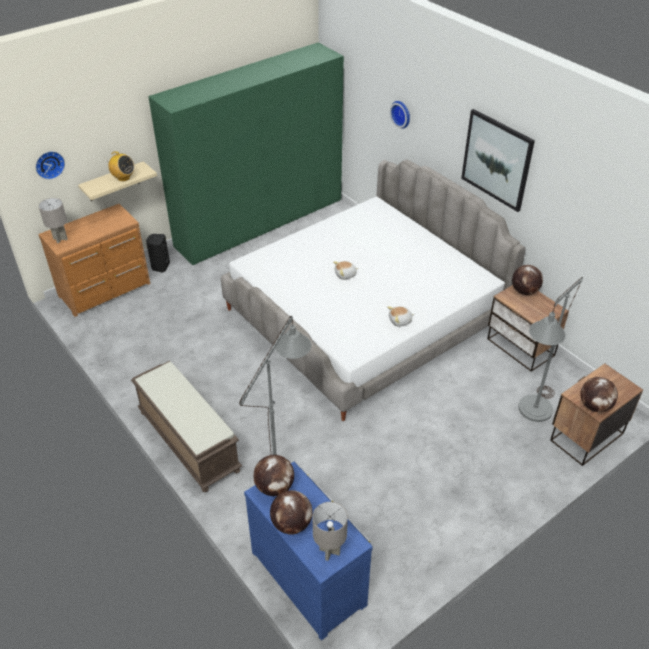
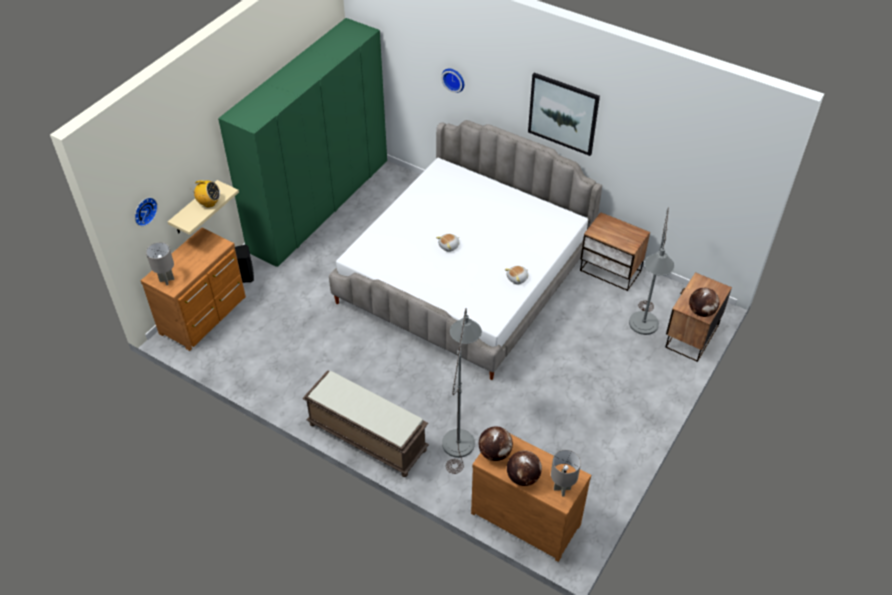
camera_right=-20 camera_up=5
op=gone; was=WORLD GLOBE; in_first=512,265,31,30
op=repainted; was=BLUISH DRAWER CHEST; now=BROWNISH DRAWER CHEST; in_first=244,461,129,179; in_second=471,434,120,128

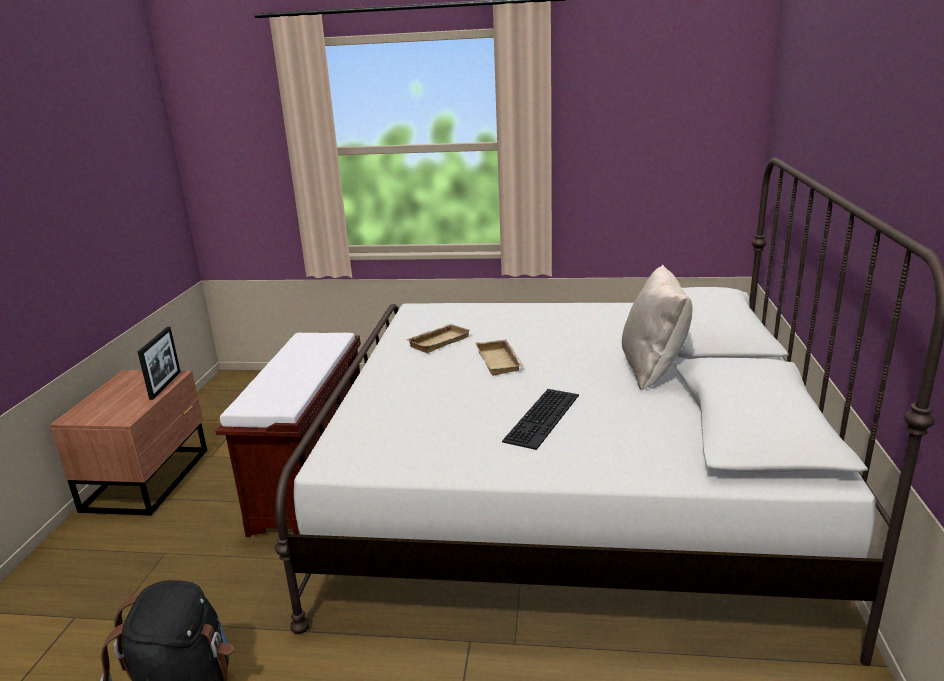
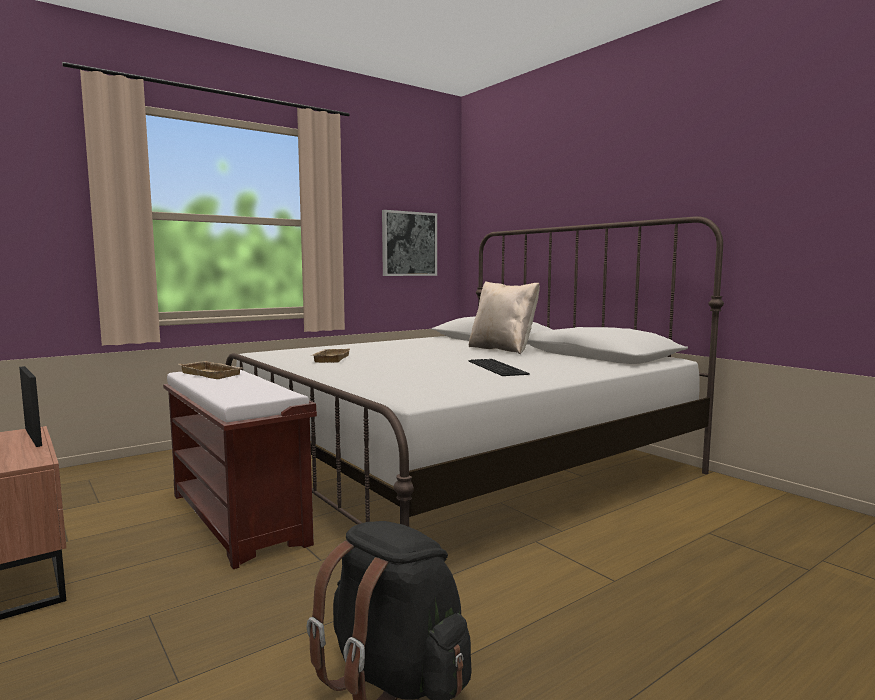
camera_right=-45 camera_up=-15
op=shifted; was=BEIGE TRAY; in_first=475,339,49,37; in_second=179,361,63,18
op=new; now=WALL ART; in_second=382,210,55,66

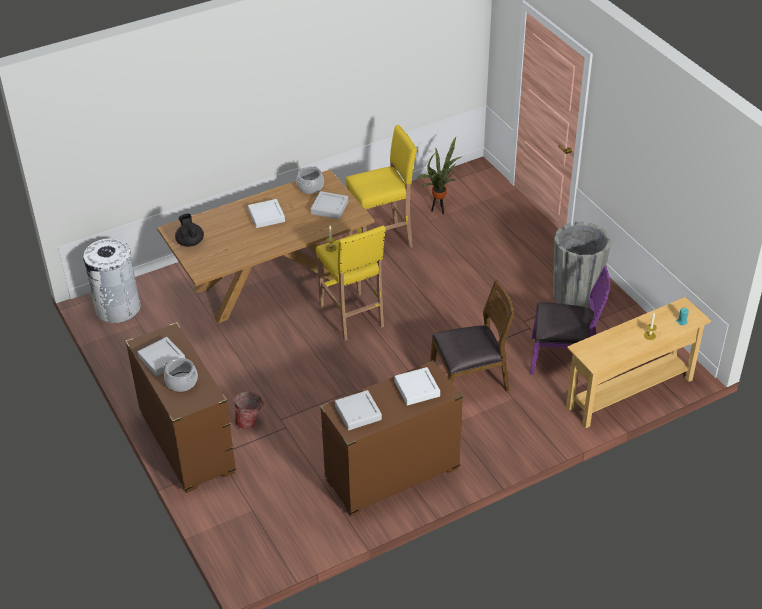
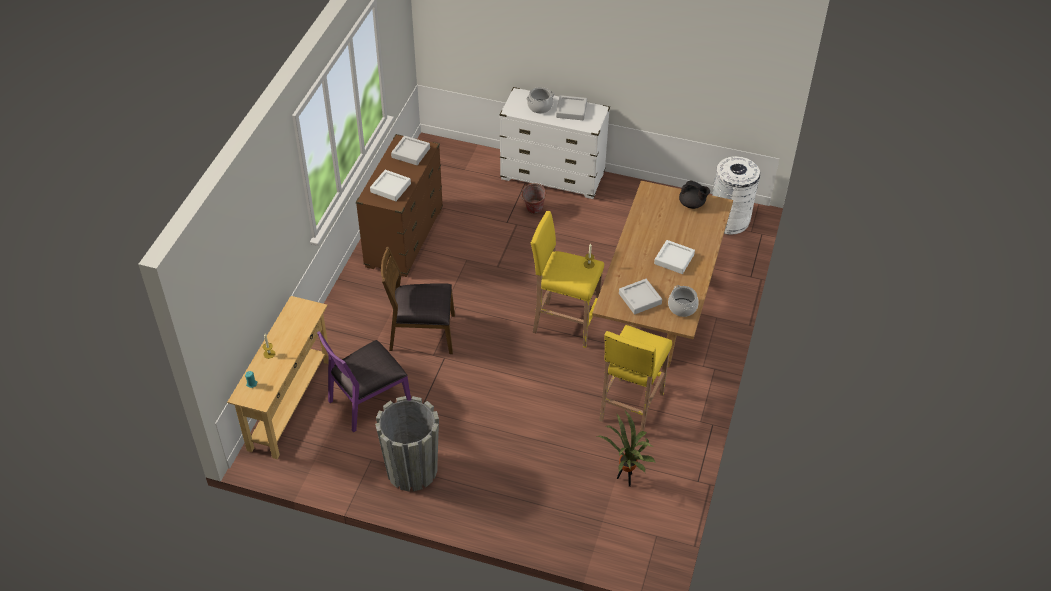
camera_right=135 camera_up=5
op=rotated; was=BROWNISH CHAIR; in_first=430,281,85,110; in_second=381,247,74,107; clockwise=60
op=repainted; was=BROWNISH DRAWER CHEST; now=WHITISH DRAWER CHEST; in_first=125,322,111,171; in_second=500,87,110,112

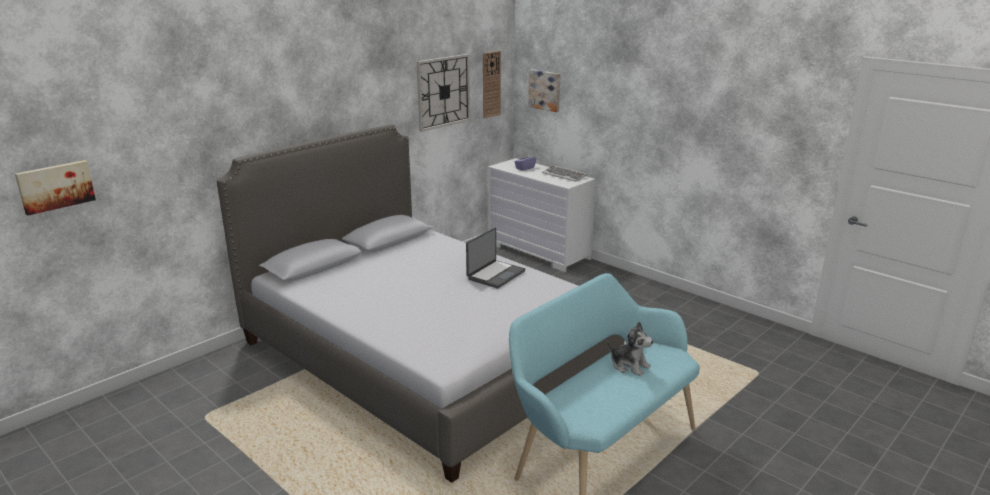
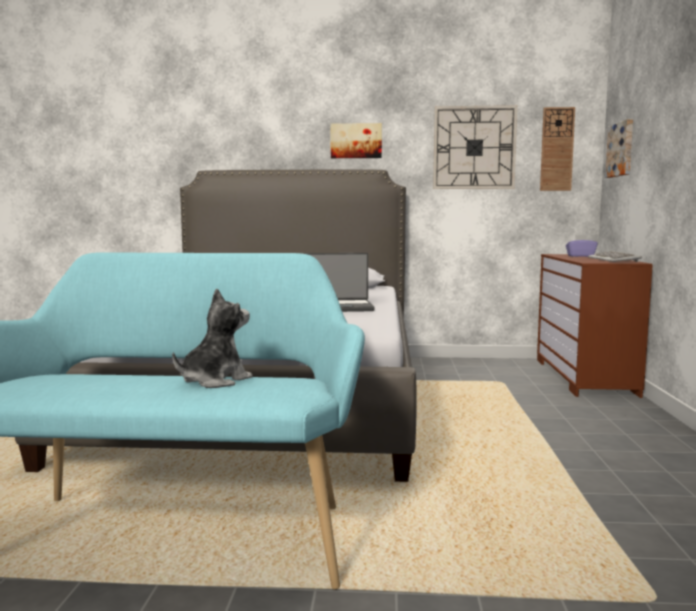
camera_right=50 camera_up=-15
op=repainted; was=WHITISH DRAWER CHEST; now=BROWNISH DRAWER CHEST; in_first=488,158,108,114; in_second=537,254,116,144
op=shifted; was=WALL ART; in_first=15,160,81,56; in_second=331,123,51,35
op=rotated; was=CUDDLY TOY; in_first=607,321,46,55; in_second=172,288,81,100; clockwise=-135

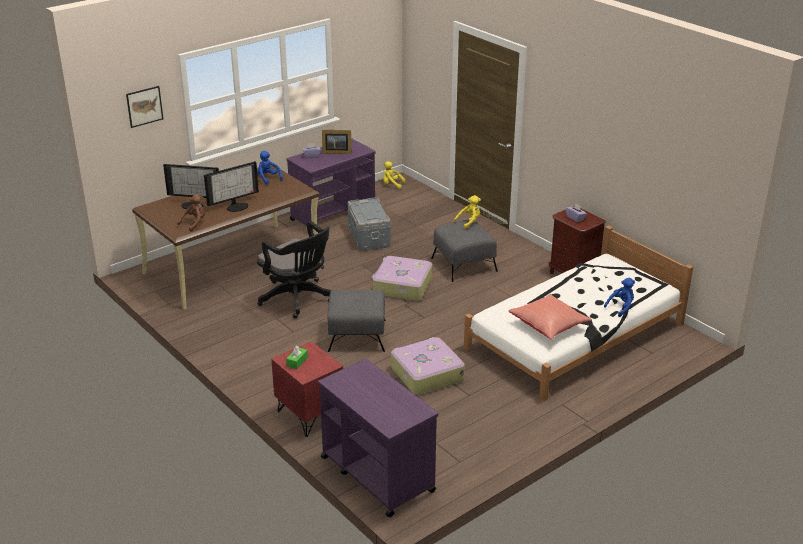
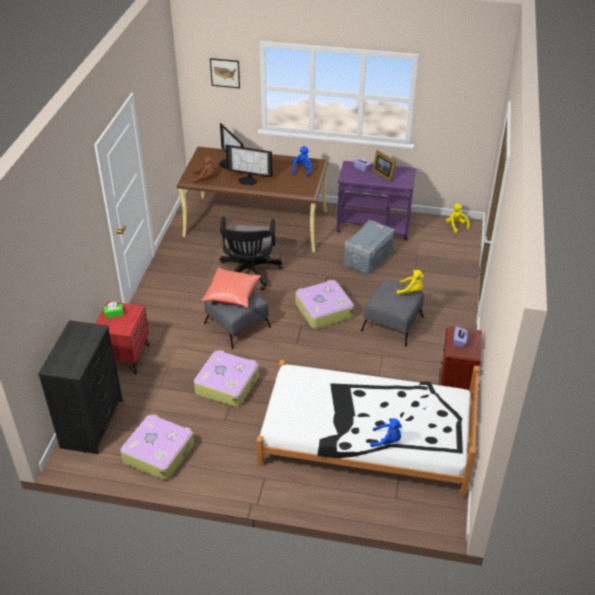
camera_right=50 camera_up=10
op=shifted; was=RED CUSHION; in_first=509,294,83,46; in_second=202,267,59,41
op=swapped; was=PURPLE CART; now=BLACK-COLOURED DRAWER CHEST; in_first=318,359,120,158; in_second=38,320,85,134
op=new; now=SUITCASE; in_second=120,414,74,66

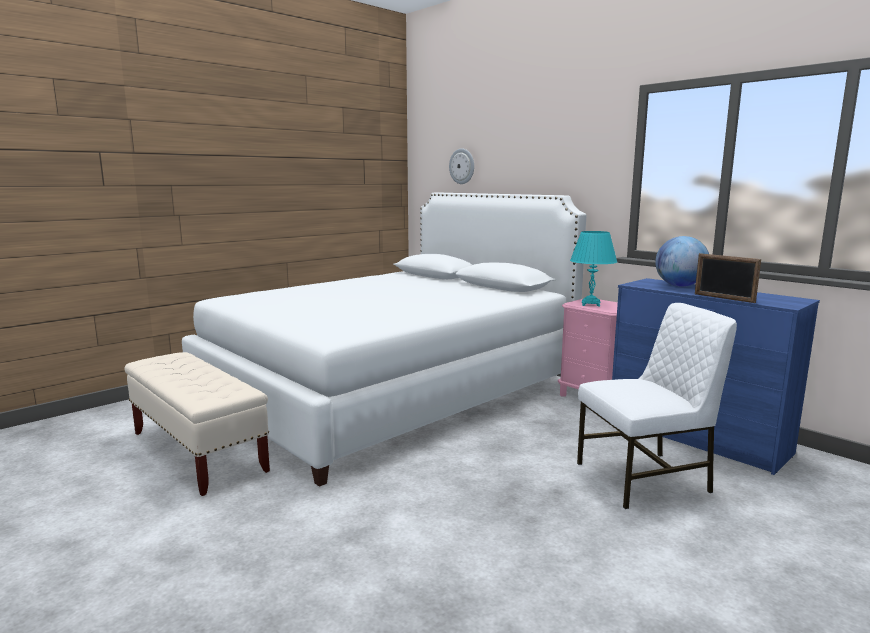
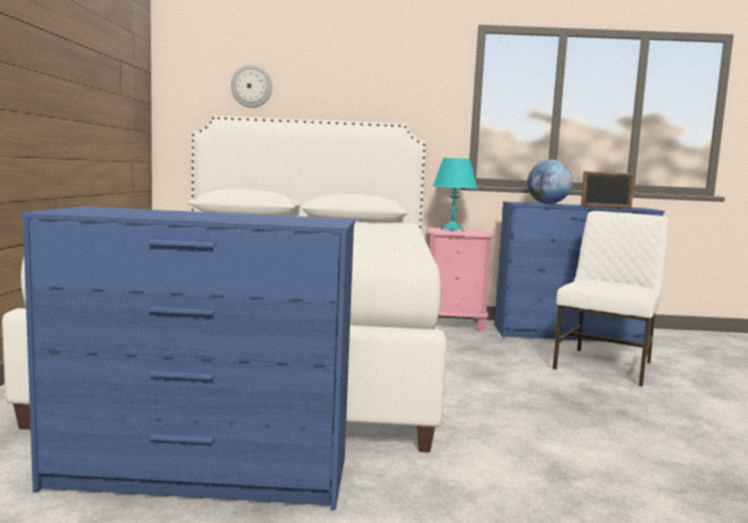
camera_right=-45 camera_up=-5
op=swapped; was=BEIGE BENCH; now=BLUISH DRAWER CHEST; in_first=125,352,145,144; in_second=21,206,334,304

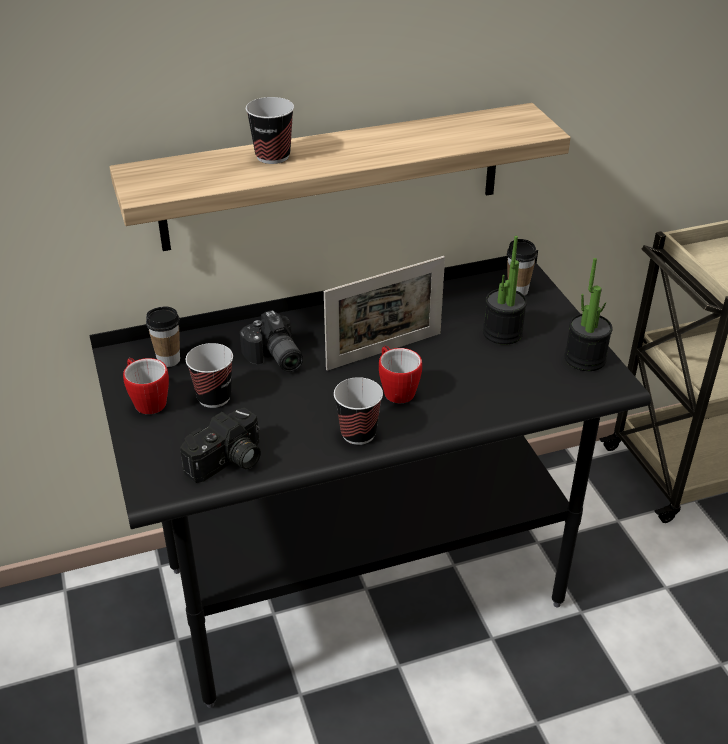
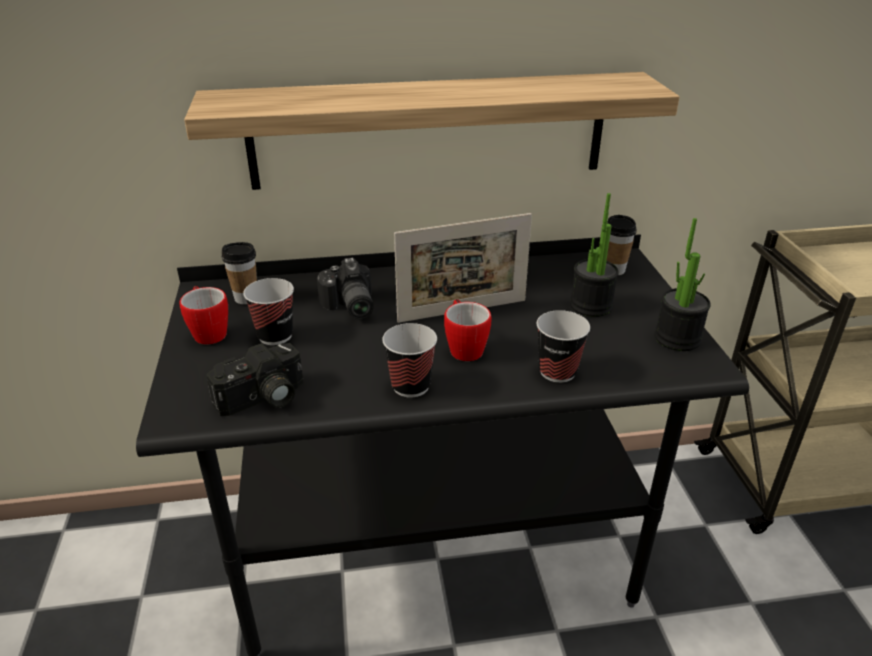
camera_right=10 camera_up=-5
op=shifted; was=SMALL CUP; in_first=246,97,48,67; in_second=537,310,53,73

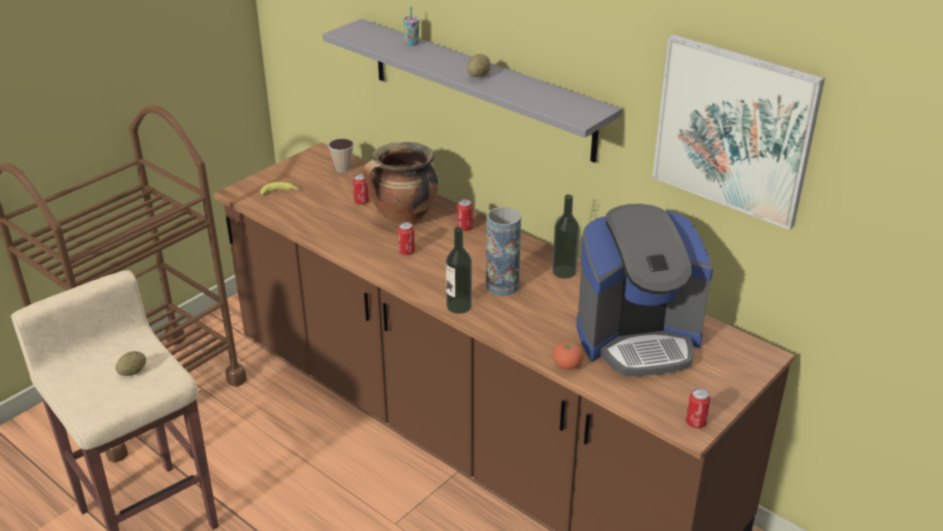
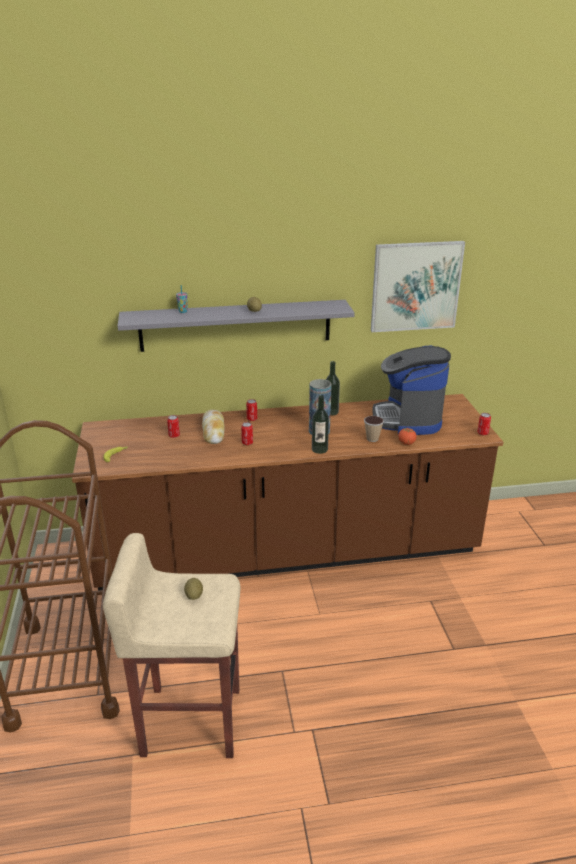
camera_right=-50 camera_up=-5
op=shifted; was=SMALL CUP; in_first=328,139,26,33; in_second=364,416,20,26
op=swapped; was=SAUCEPOT; now=BAKED BREAD; in_first=363,142,75,84; in_second=202,410,23,34
op=rotated; was=COFFEE MAKER; in_first=576,204,137,172; in_second=372,346,79,89; clockwise=150

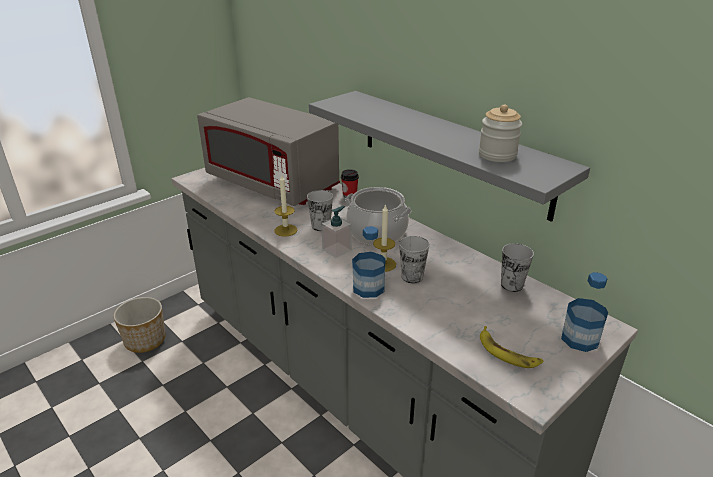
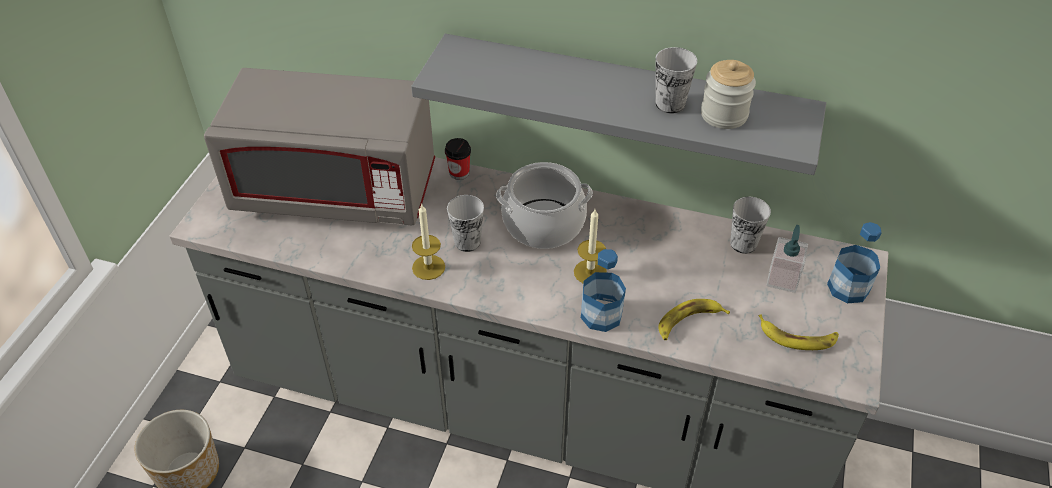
camera_right=-30 camera_up=15
op=shifted; was=SOAP BOTTLE; in_first=321,206,31,52; in_second=766,225,42,68
op=shifted; was=SMALL CUP; in_first=399,236,30,47; in_second=656,47,41,66
op=new; now=BANANA FRUIT; in_second=658,299,72,41

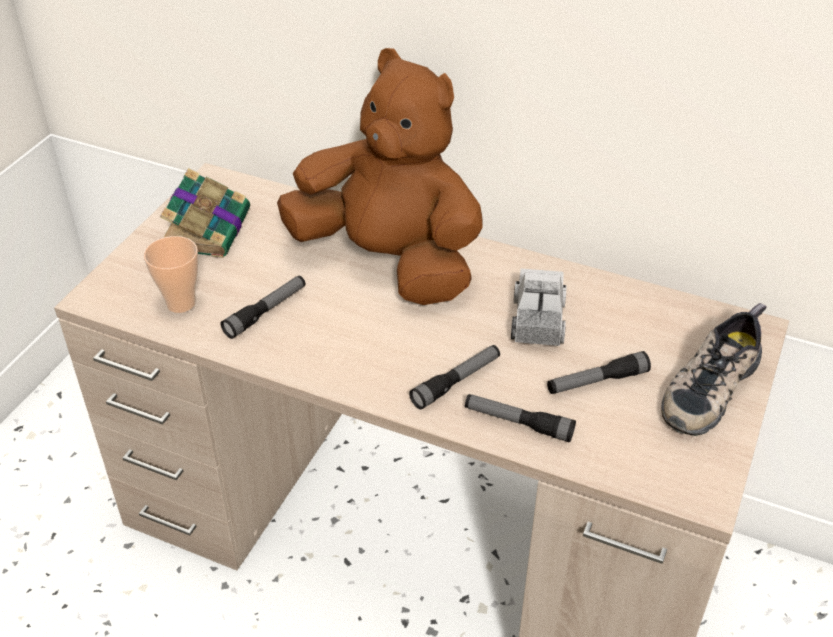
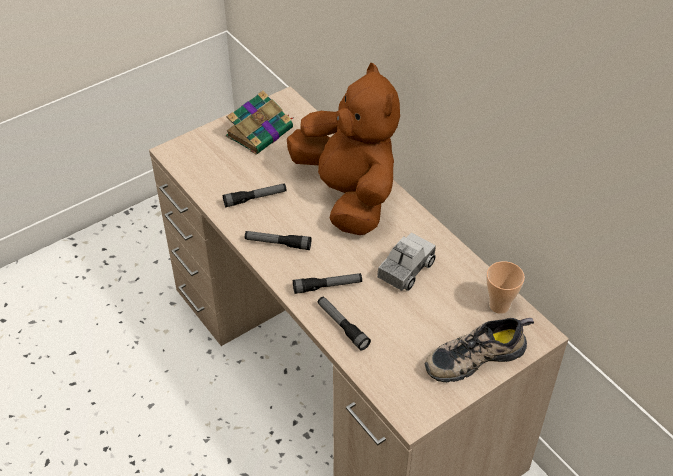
camera_right=30 camera_up=5
op=shifted; was=SMALL CUP; in_first=144,236,55,77; in_second=486,261,39,53
op=shifted; was=TORCH; in_first=547,351,104,43; in_second=245,231,67,19

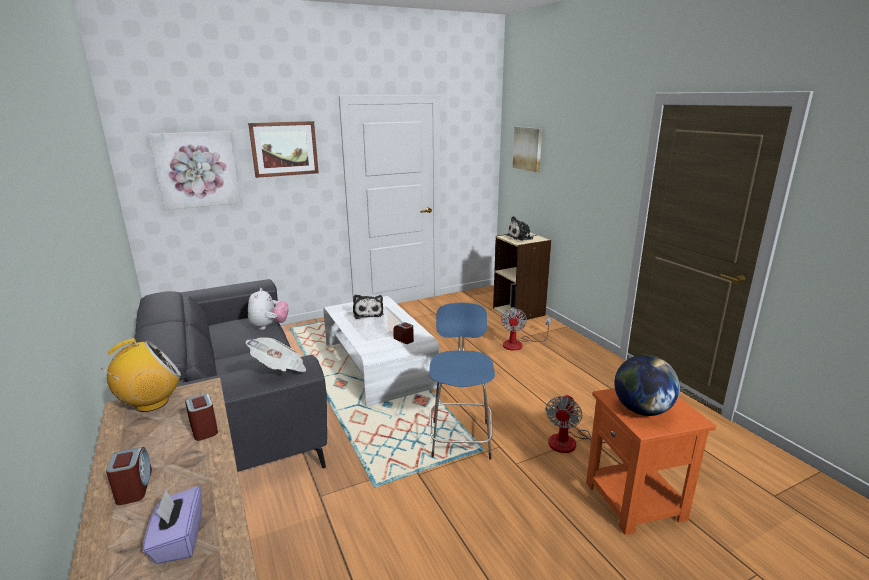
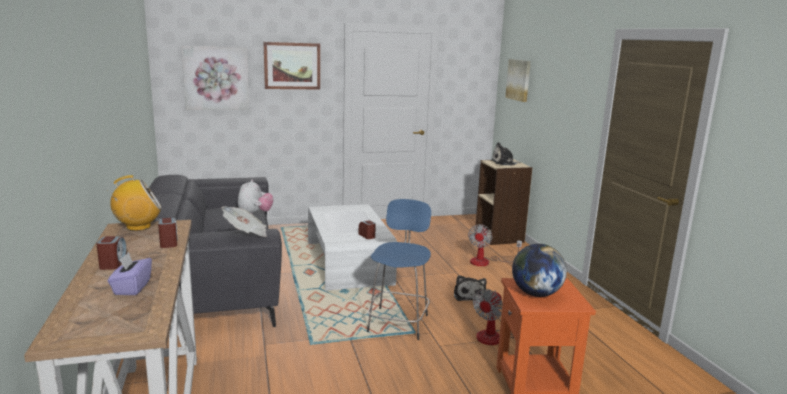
camera_right=10 camera_up=-5
op=shifted; was=CUDDLY TOY; in_first=353,294,30,25; in_second=454,275,33,26

